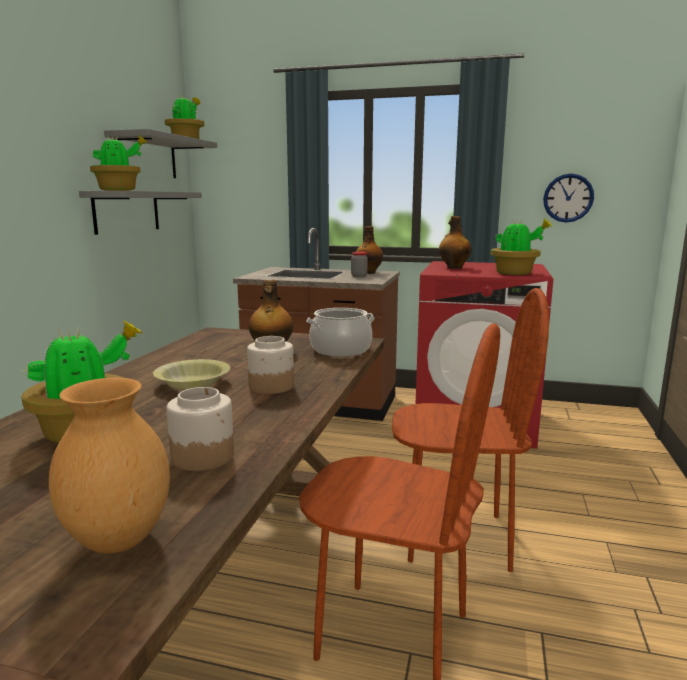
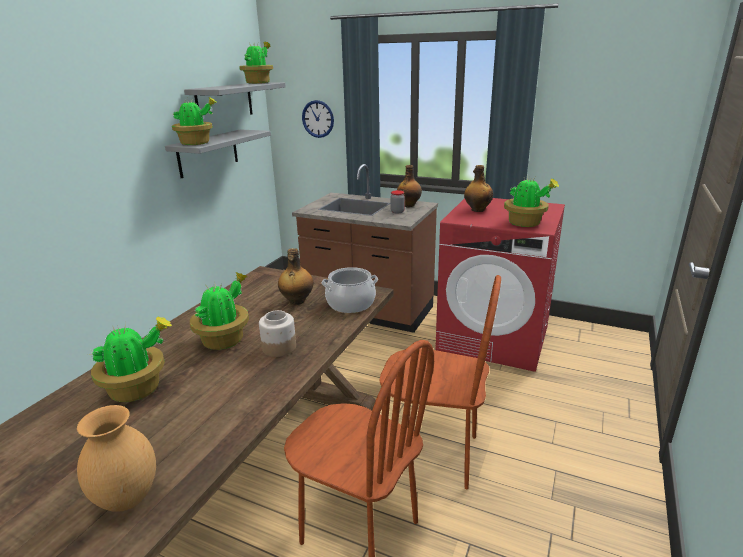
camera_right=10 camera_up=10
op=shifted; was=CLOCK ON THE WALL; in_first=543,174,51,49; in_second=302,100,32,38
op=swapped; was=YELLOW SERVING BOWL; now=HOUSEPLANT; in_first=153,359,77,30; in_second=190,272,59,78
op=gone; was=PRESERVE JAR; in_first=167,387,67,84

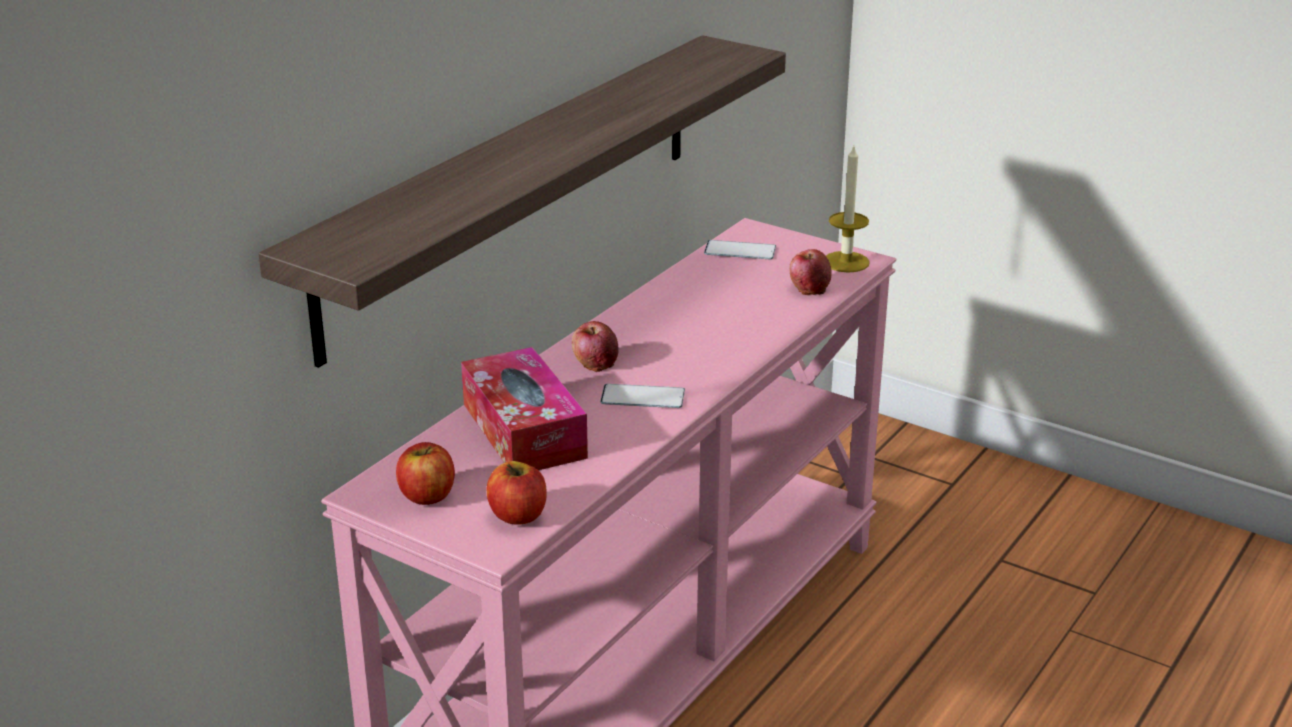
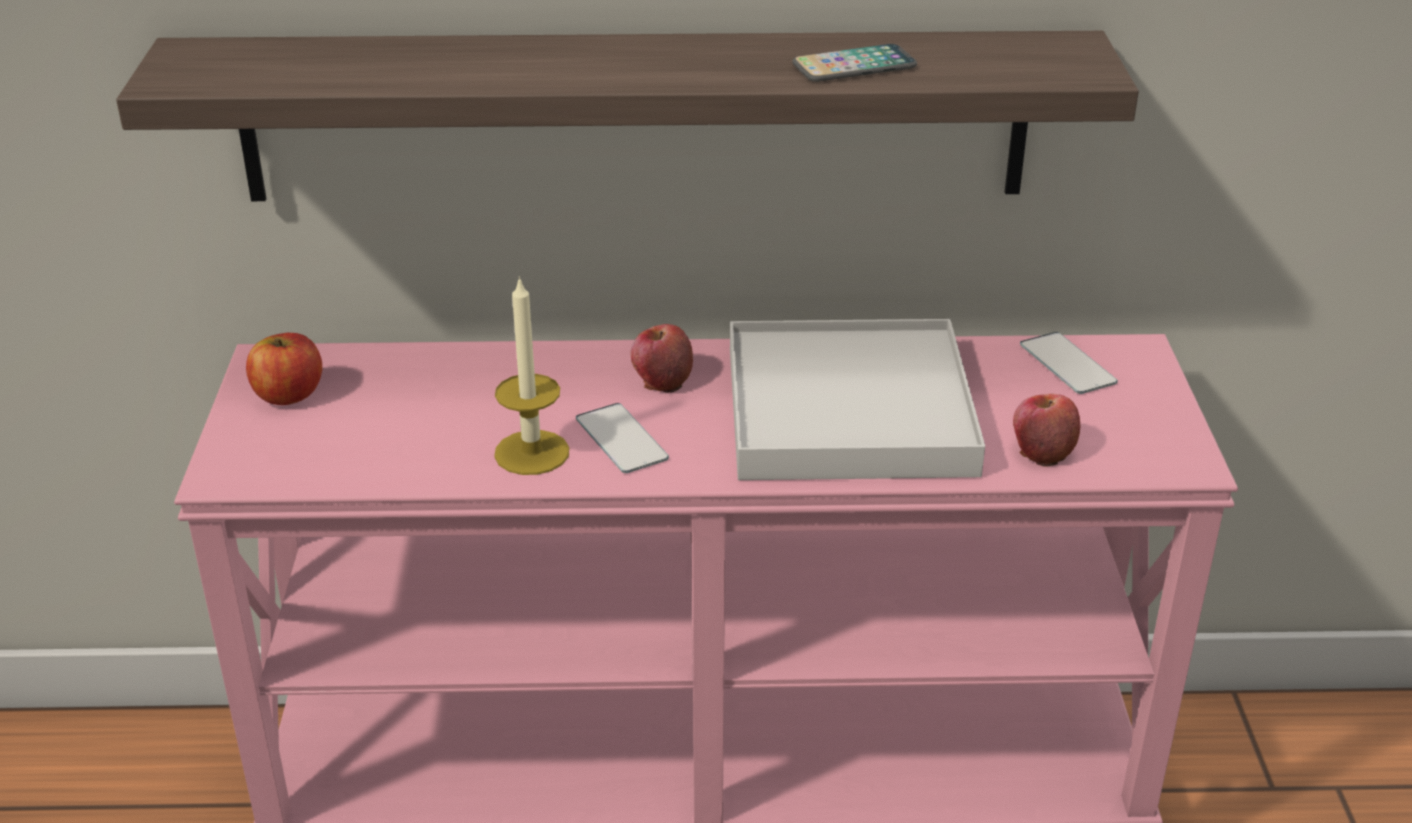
camera_right=55 camera_up=5
op=shifted; was=WAX CANDLE; in_first=826,146,44,127; in_second=494,276,75,199
op=gone; was=TISSUE HOLDER; in_first=461,347,127,123
op=gone; was=APPLE FRUIT; in_first=487,461,60,64
op=new; now=PHONE; in_second=792,44,125,38
op=new; now=WHITISH TRAY; in_second=730,319,255,161

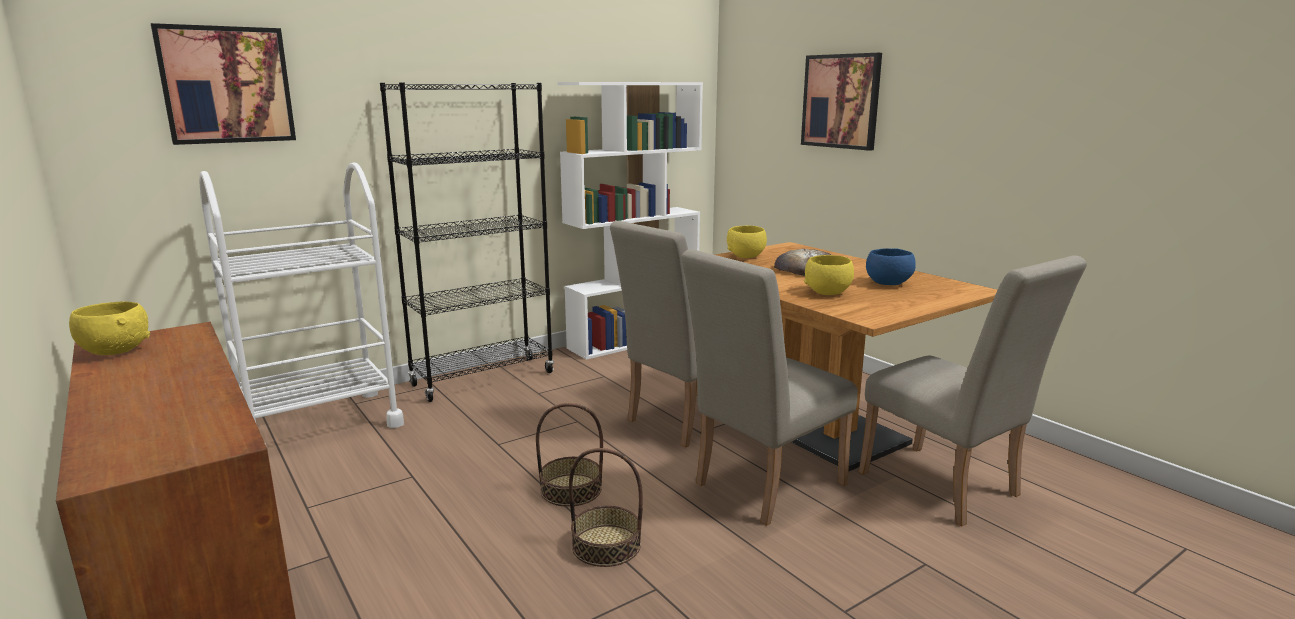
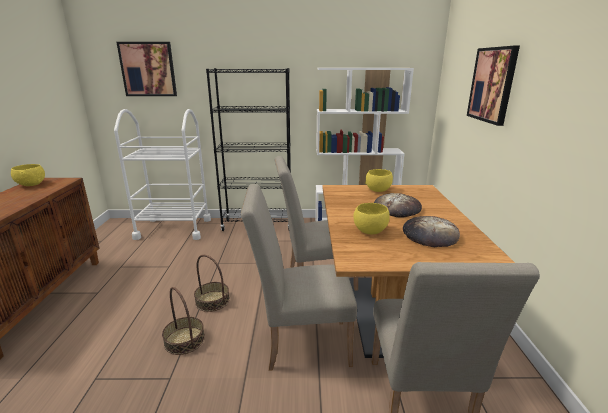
camera_right=35 camera_up=5
op=swapped; was=BLUISH SERVING BOWL; now=BAKED BREAD; in_first=866,248,50,37; in_second=403,216,57,31

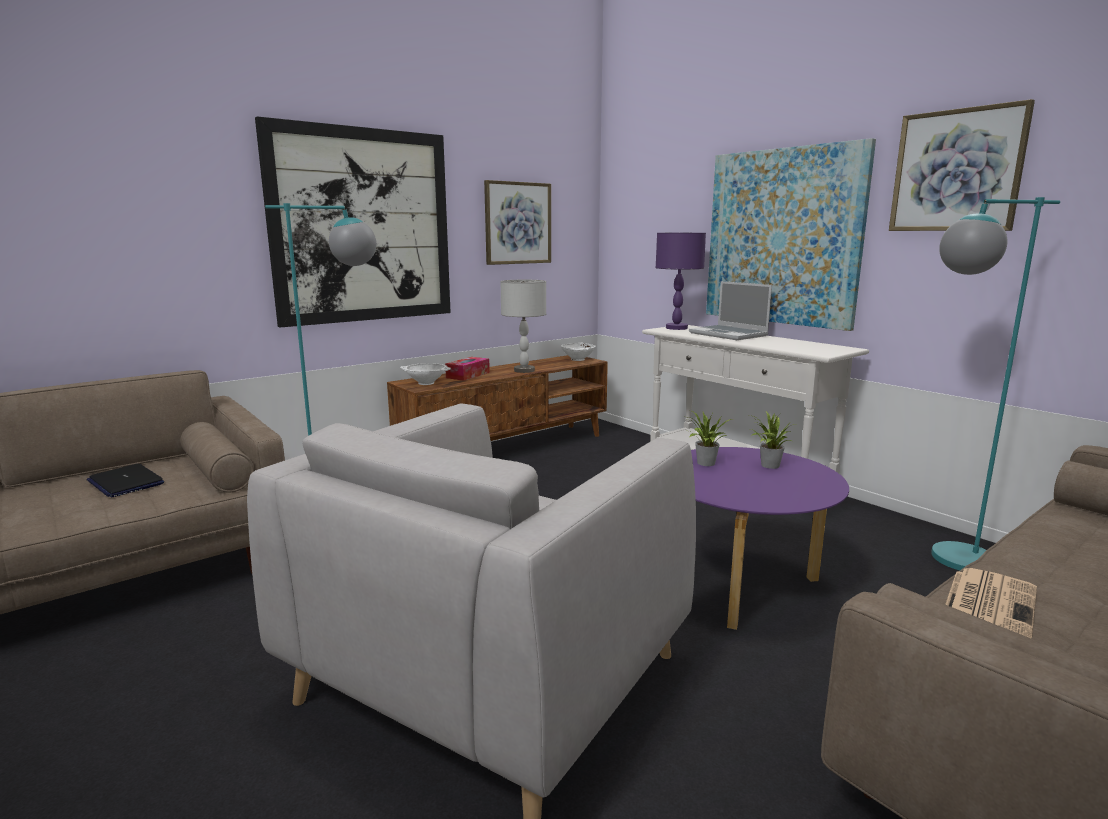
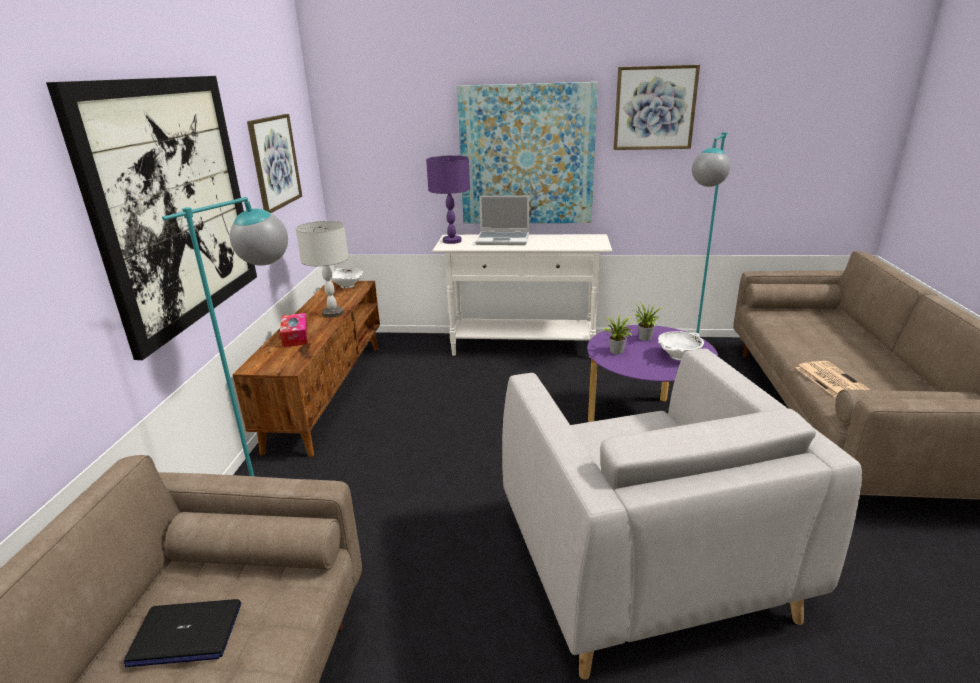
camera_right=-45 camera_up=10
op=shifted; was=WHITISH SERVING BOWL; in_first=400,363,51,22; in_second=658,331,46,29

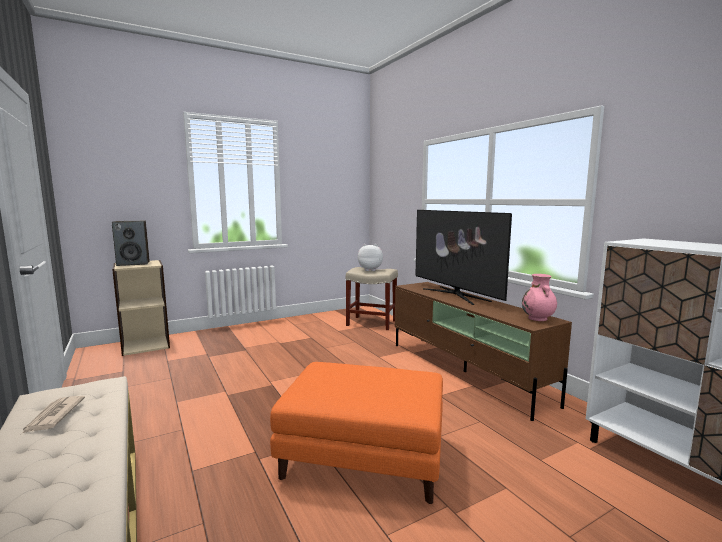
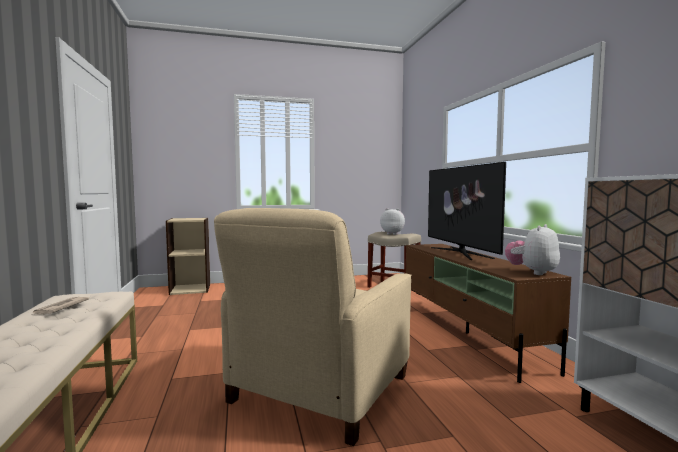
camera_right=15 camera_up=-5
op=gone; was=SPEAKER; in_first=112,221,38,45
op=swapped; was=PINK-COLOURED DECORATIVE VASE; now=CUDDLY TOY; in_first=522,274,35,47; in_second=505,224,55,51
op=swapped; was=ORANGE-COLOURED POUFFE; now=BEIGE LOUNGE CHAIR; in_first=270,362,173,142; in_second=214,208,197,238

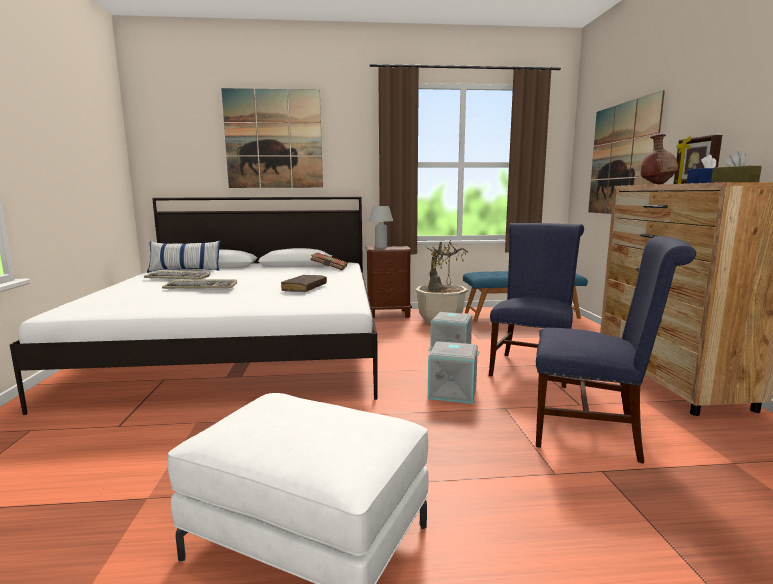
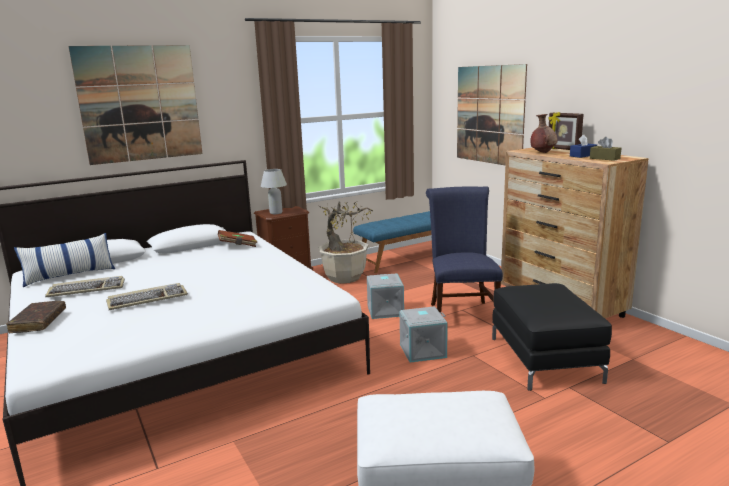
camera_right=-25 camera_up=5
op=swapped; was=BLUISH CHAIR; now=BLACK-COLOURED POUFFE; in_first=536,236,160,228; in_second=492,283,120,108
op=shifted; was=BROWNISH BOUND BOOK; in_first=281,275,46,17; in_second=6,301,60,32

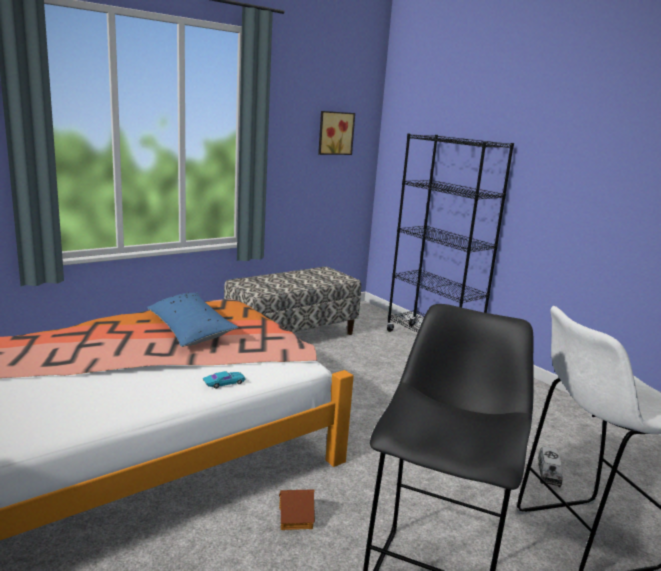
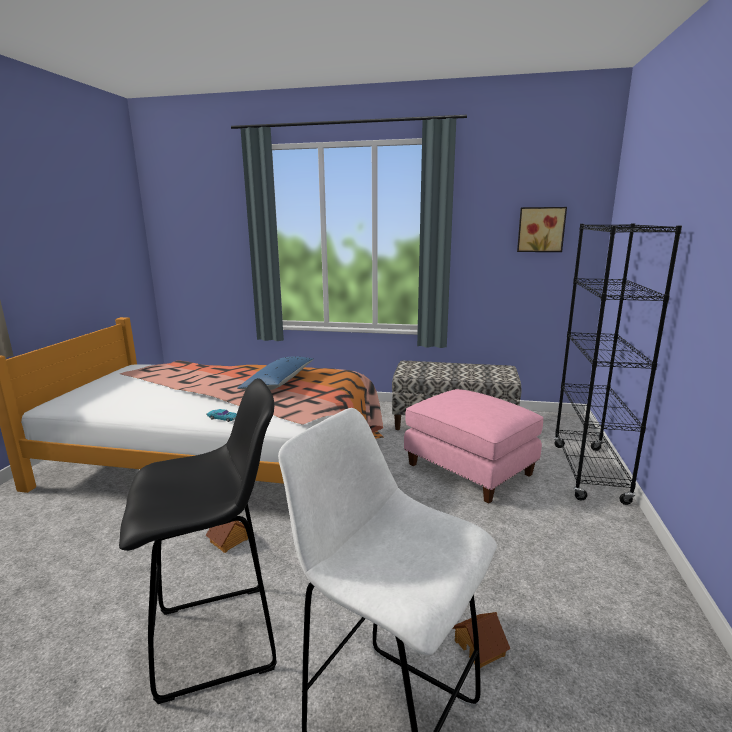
camera_right=50 camera_up=0
op=swapped; was=TOY TRUCK; now=MINIATURE HOUSE; in_first=538,446,25,41; in_second=452,612,58,56
op=new; now=PINK-COLOURED POUFFE; in_second=404,389,140,115

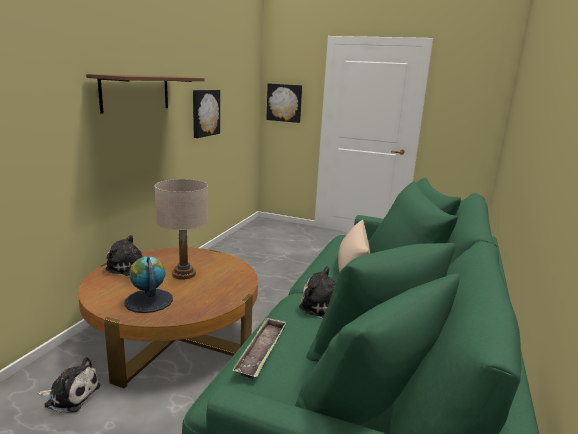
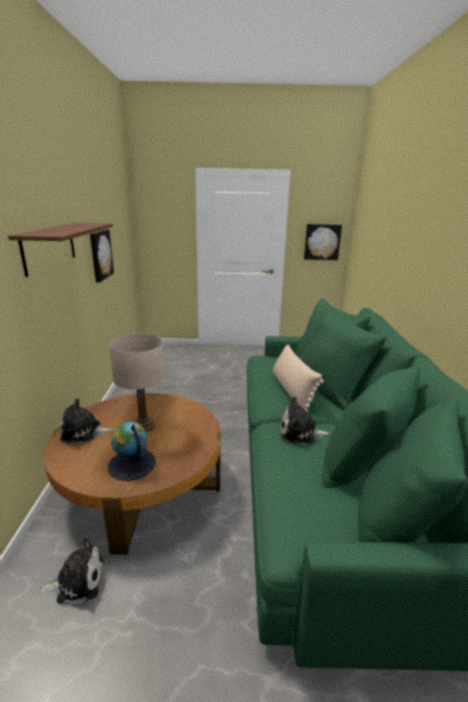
camera_right=-20 camera_up=5
op=shifted; was=WALL ART; in_first=266,83,36,40; in_second=304,224,38,36
op=gone; was=TRAY; in_first=233,317,54,62

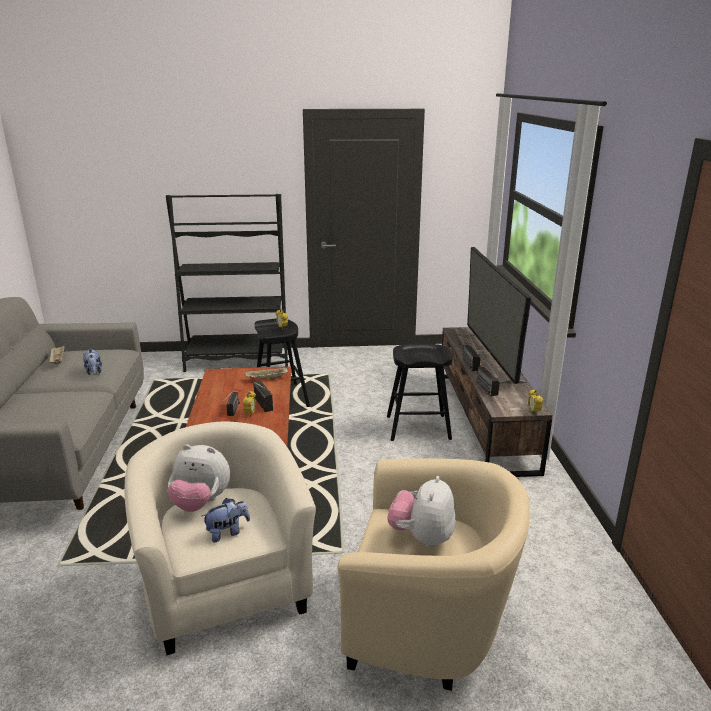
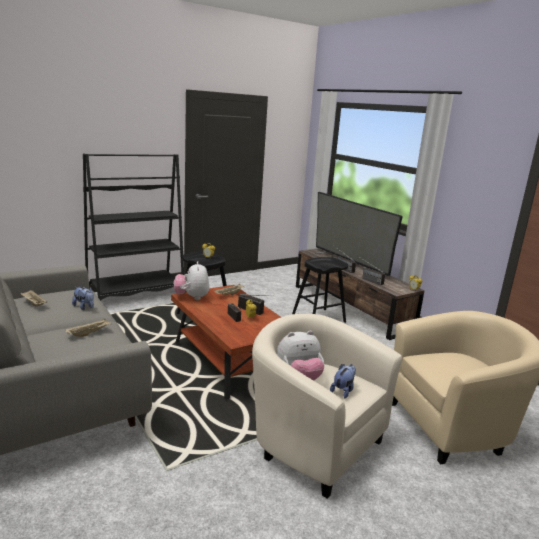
camera_right=-30 camera_up=-5
op=shifted; was=CUDDLY TOY; in_first=387,476,68,72; in_second=174,261,35,39
op=new; now=BEIGE TRAY; in_second=65,318,47,19

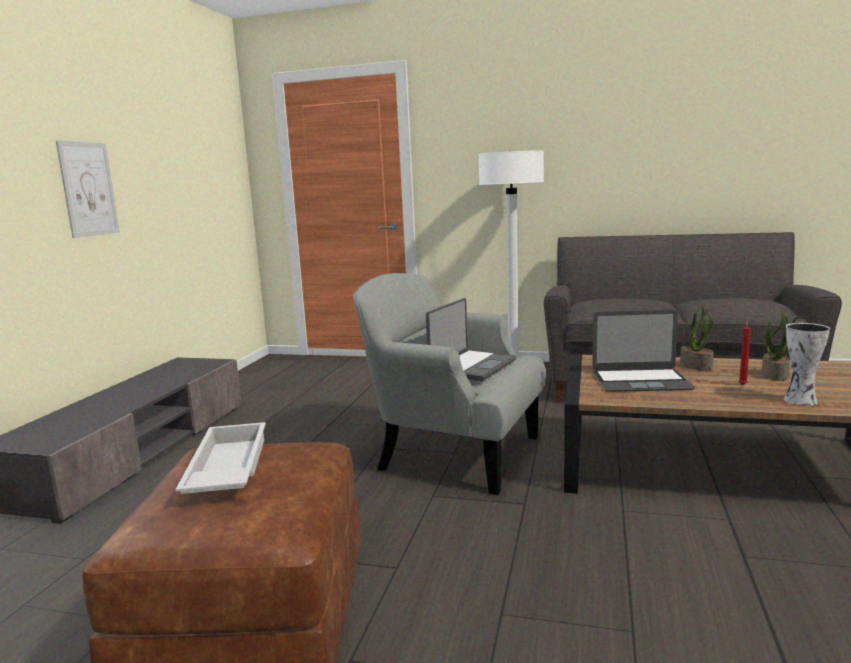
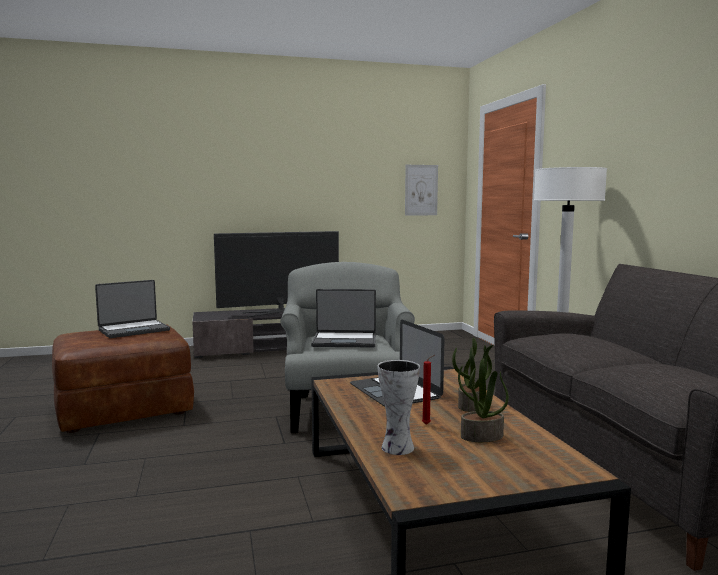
camera_right=60 camera_up=-5
op=shifted; was=WALL ART; in_first=56,140,63,98; in_second=405,165,33,50
op=swapped; was=WHITISH TRAY; now=NOTEBOOK COMPUTER; in_first=175,422,91,72; in_second=95,280,75,58
op=new; now=TELEVISION; in_second=214,231,125,86

